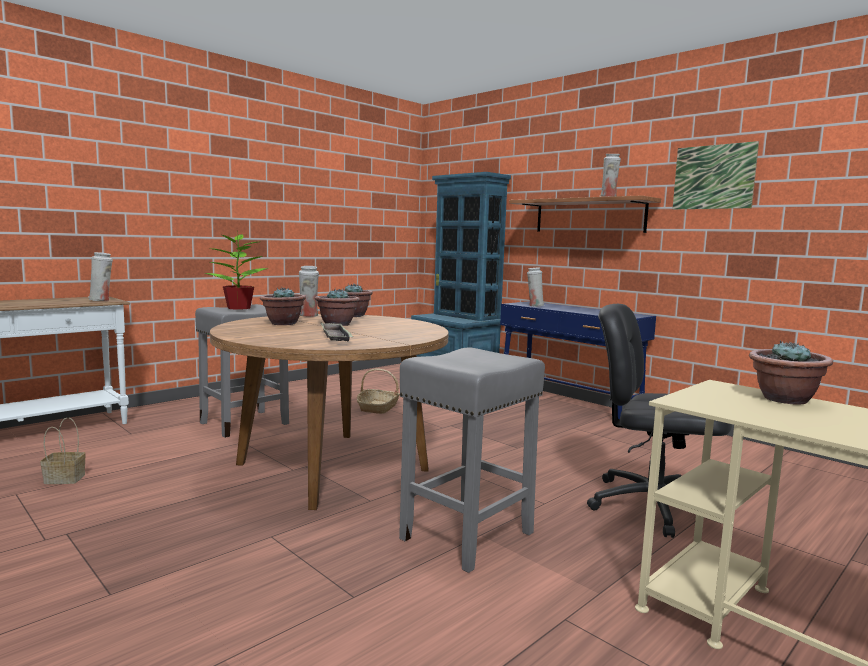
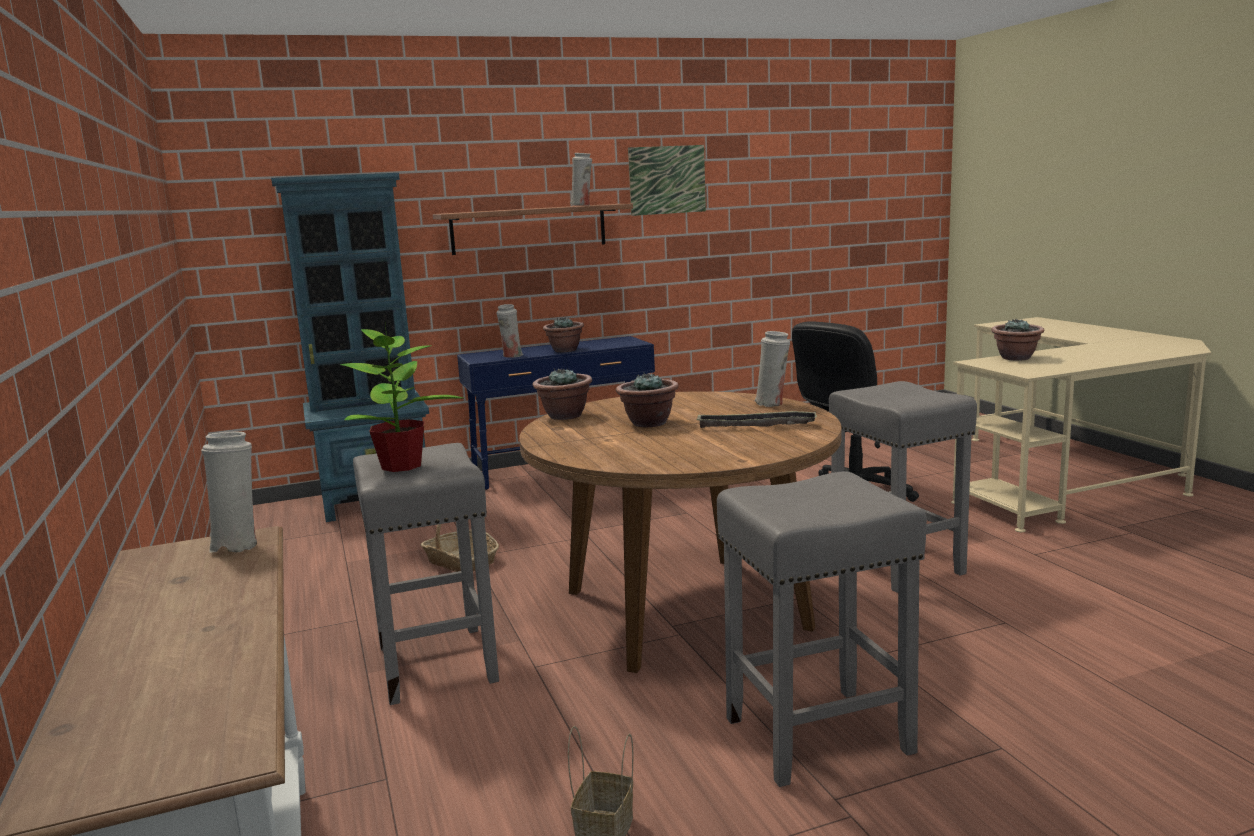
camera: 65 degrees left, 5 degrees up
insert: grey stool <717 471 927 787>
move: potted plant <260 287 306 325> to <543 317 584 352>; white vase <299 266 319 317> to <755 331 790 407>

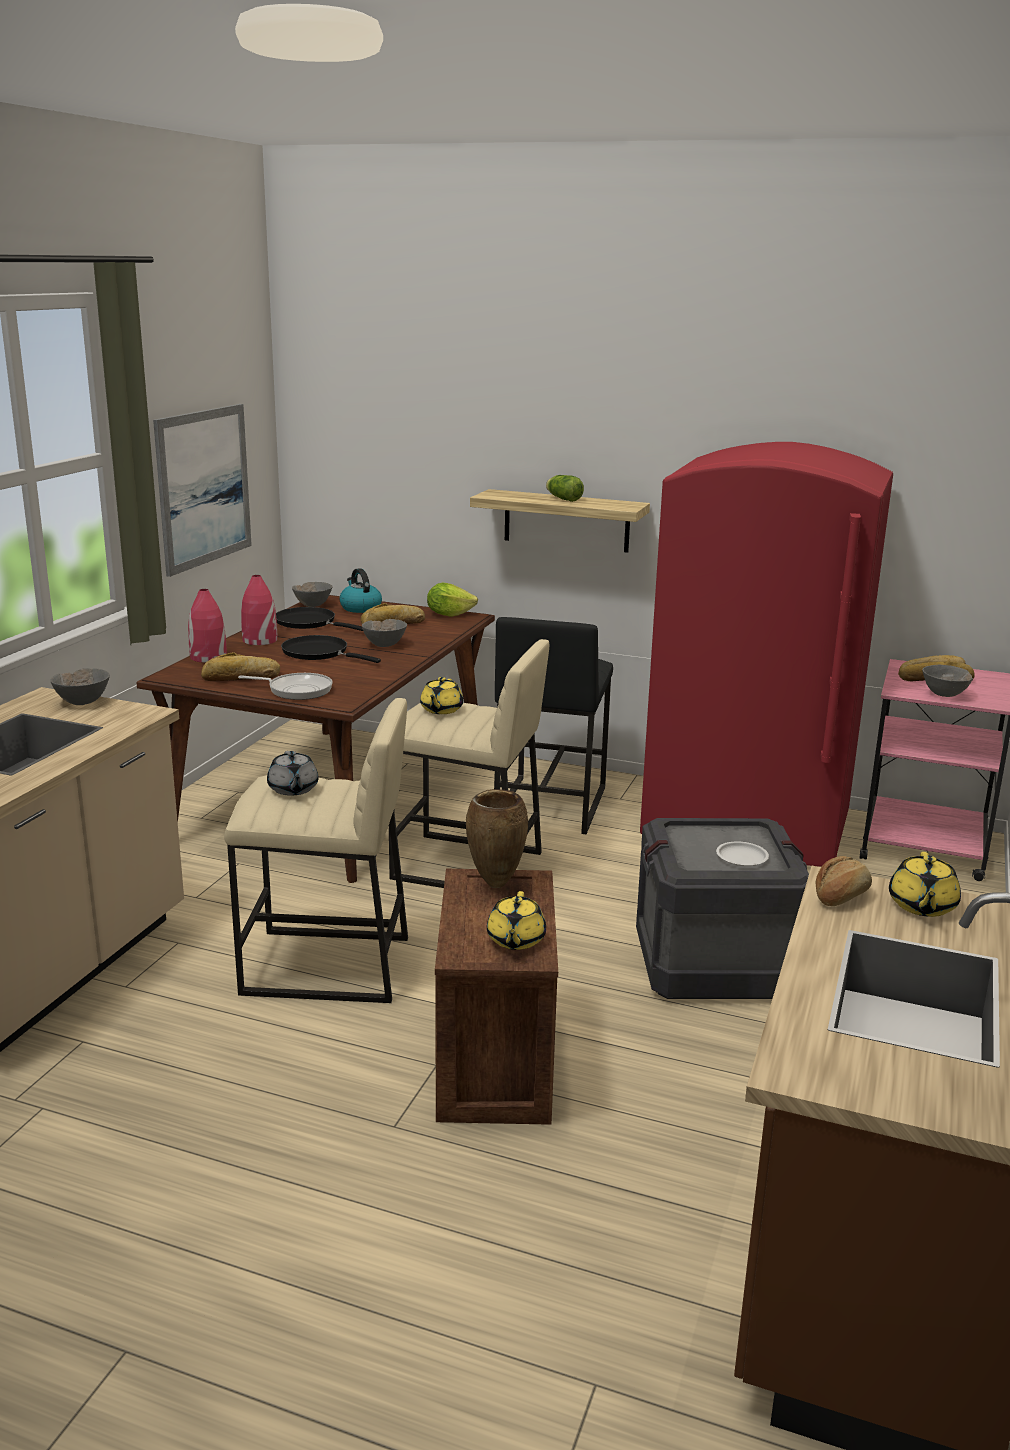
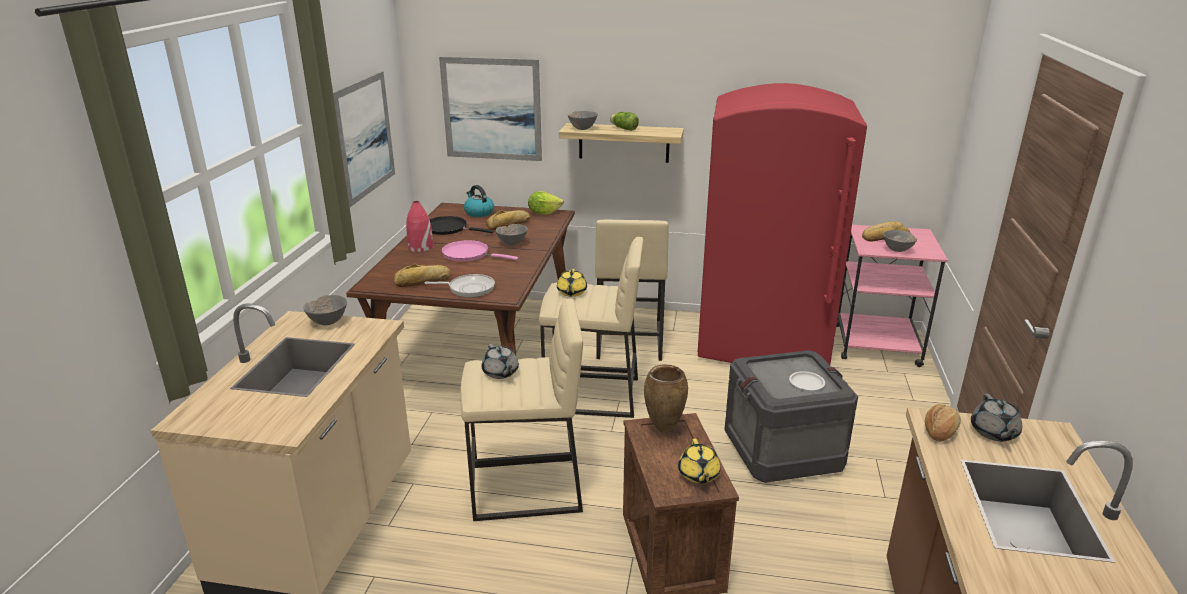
camera: 10 degrees left, 5 degrees up
delete: red vase <188 589 227 663>
insert: picture <439 56 542 161>
move: grey bowl <292 582 333 607> to <568 111 598 130>
recolor: black frying pan <281 635 381 663> to pink frying pan <441 240 518 262>; black stool <494 617 613 835> to beige stool <595 220 669 361>; yellow teapot <889 852 961 917> to grey teapot <971 394 1022 441>

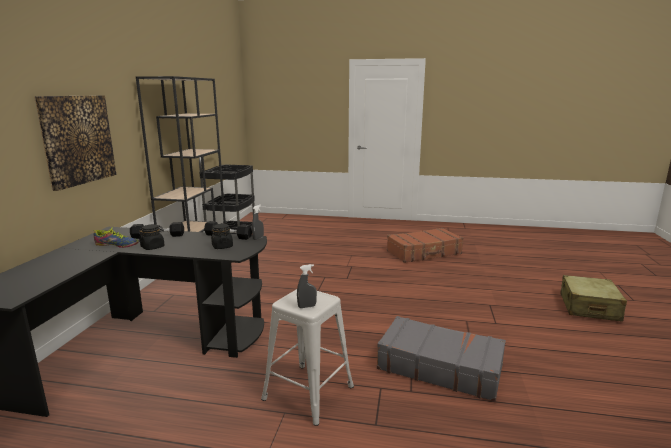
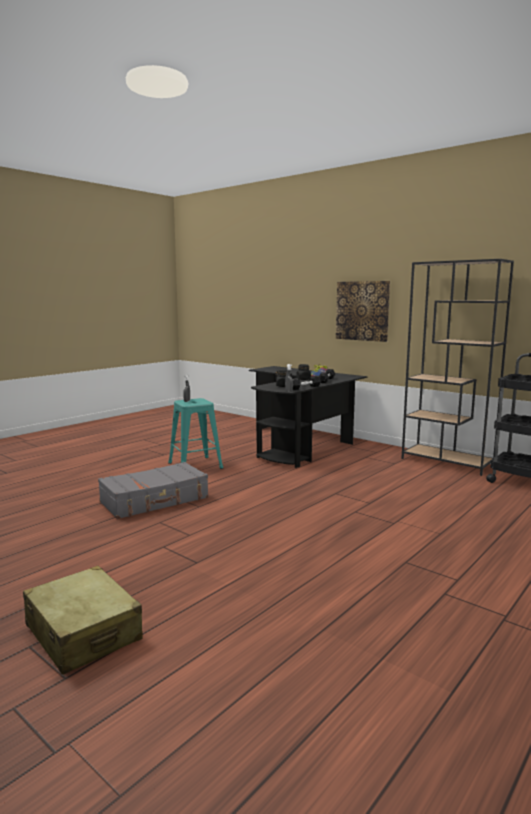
camera: 120 degrees right, 5 degrees down
delete: brown suitcase <387 228 463 263>
recolor: white stool <261 289 354 426> to turquoise stool <168 398 223 469>

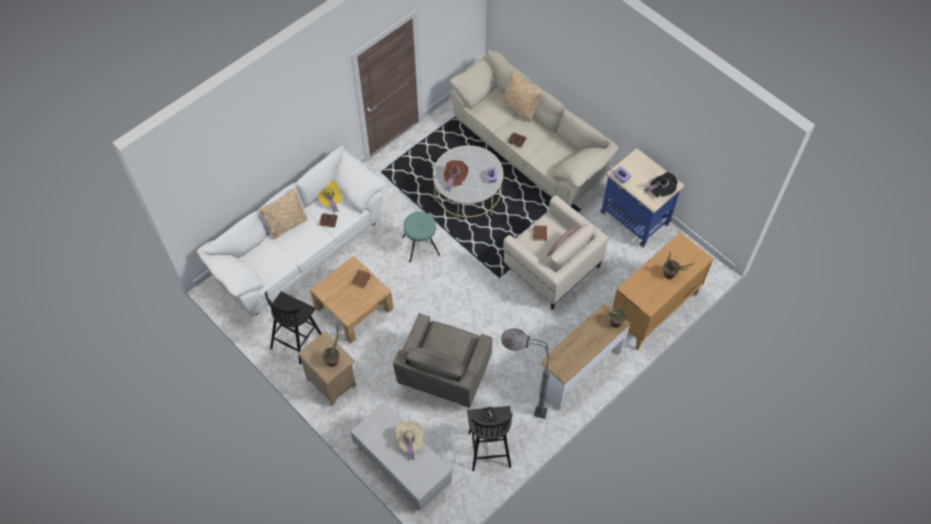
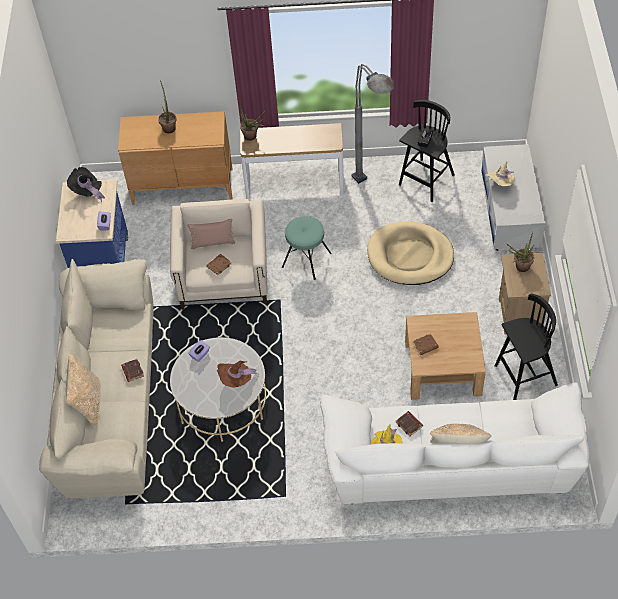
camera: 135 degrees left, 5 degrees down
move: turquoise stool <402 212 440 262> to <282 216 331 280>
replace: grey armchair <393 313 492 408> to beige dog bed <367 221 454 285>

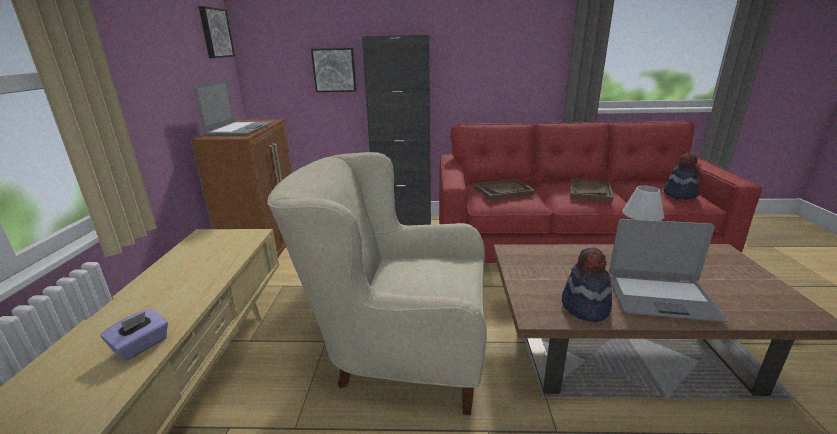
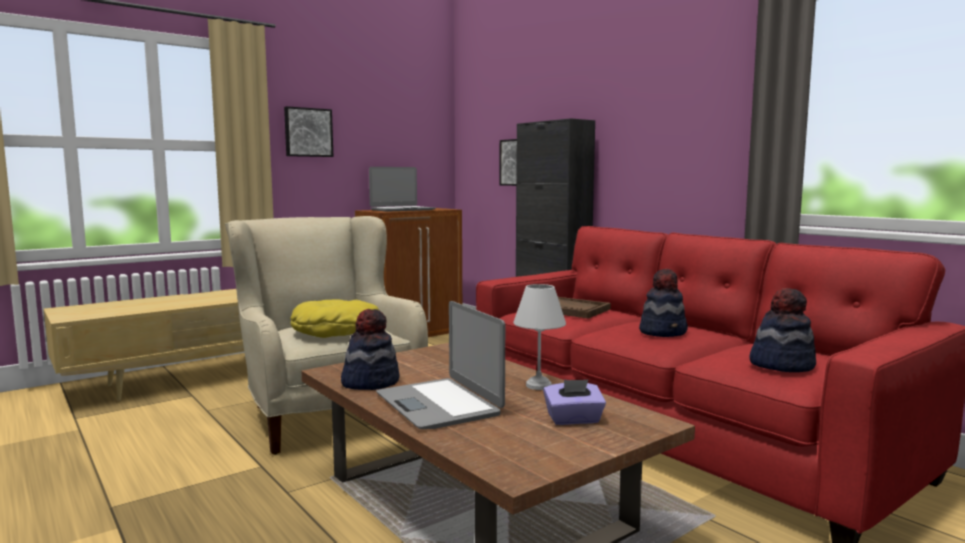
camera: 50 degrees right, 15 degrees down
insert: yellow pillow <290 299 379 338>
move: picture <199 6 235 58> to <284 106 333 157>; purple tissue box <101 309 168 361> to <543 379 606 425>
replace: brown tray <570 178 614 202> to hat <639 269 688 337>

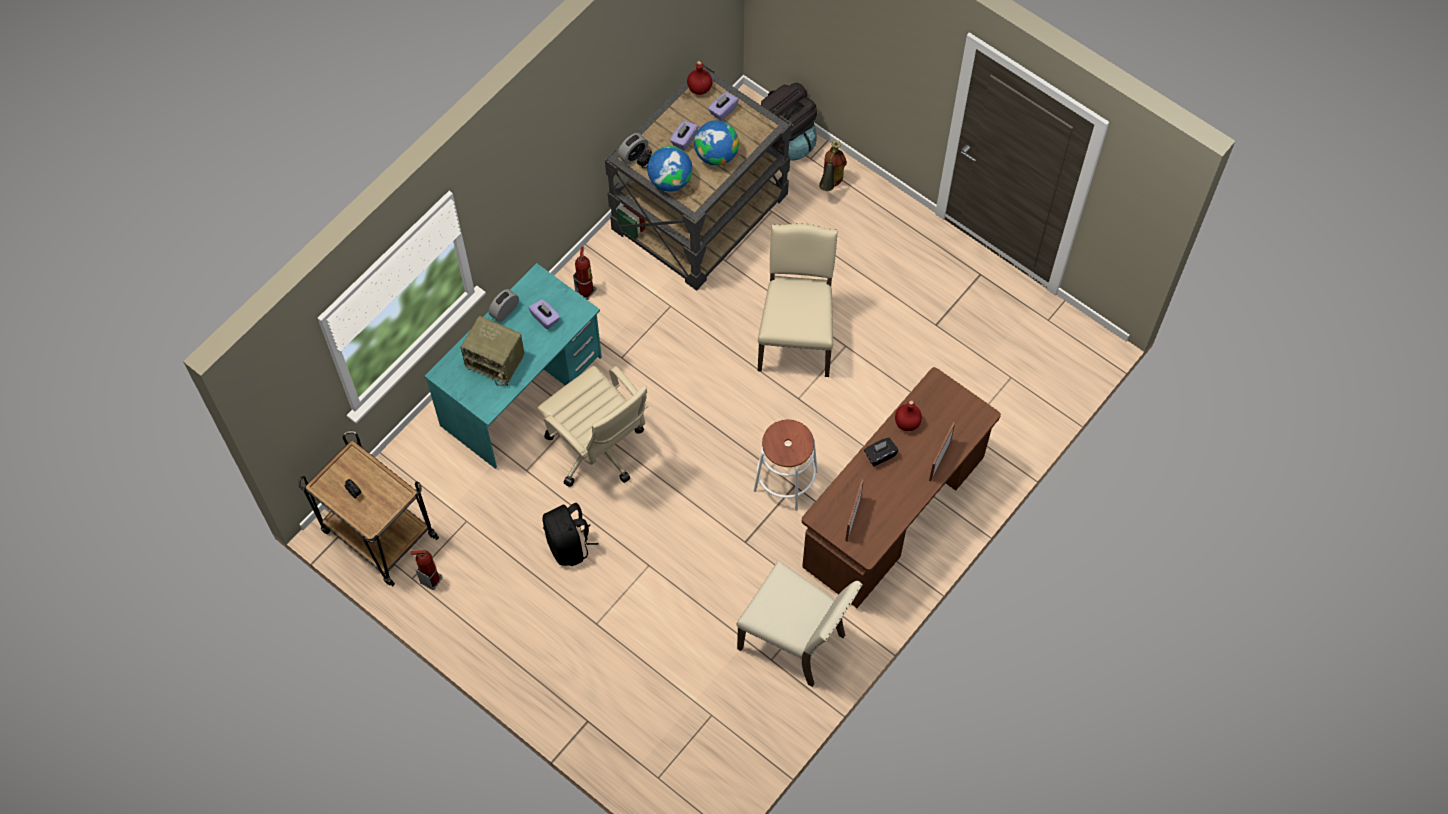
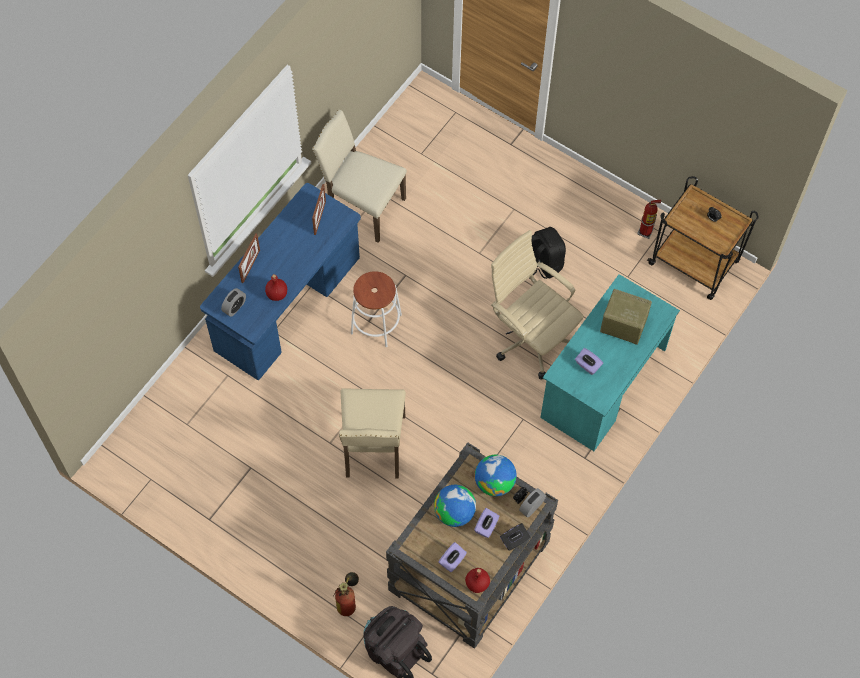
camera: 175 degrees right, 0 degrees up
delete: fire extinguisher <573 247 597 300>
move: alarm clock <489 289 519 322> to <221 288 246 317>; black tissue box <864 438 898 466> to <500 523 530 551>
recolor: brown desk <801 367 1001 608> to blue desk <200 183 361 380>

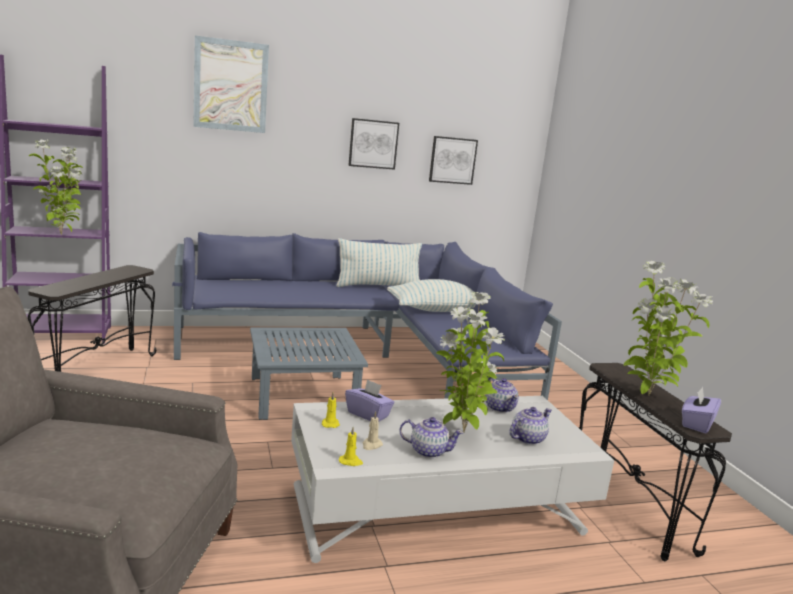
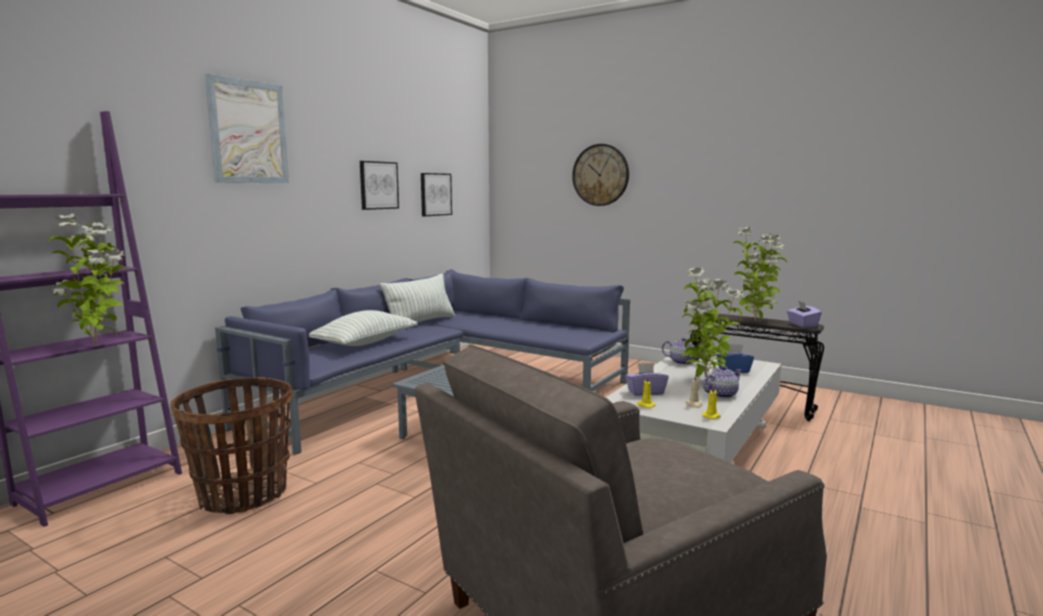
camera: 40 degrees left, 5 degrees down
insert: wall clock <572 144 629 206>
move: pillow <387 279 476 312> to <309 310 417 346>
replace: black side table <28 265 156 372> to basket <170 377 293 514>; teapot <509 407 552 445> to blue tissue box <716 344 754 373>

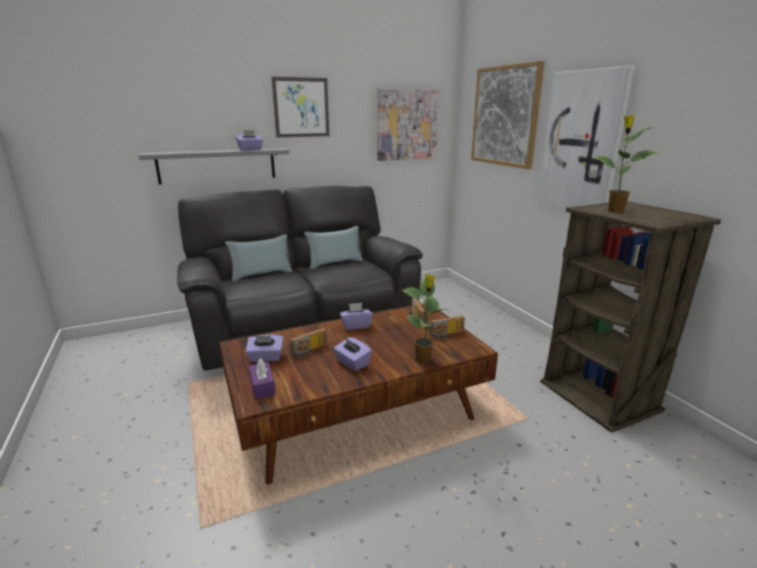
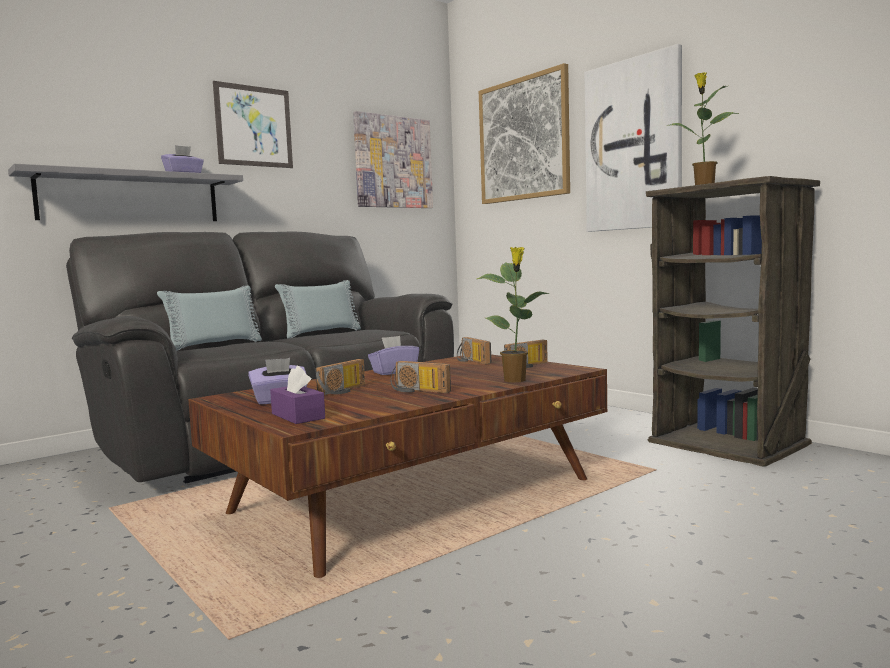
camera: 15 degrees left, 15 degrees down
replace: purple tissue box <334 337 372 371> to radio <391 361 451 393>

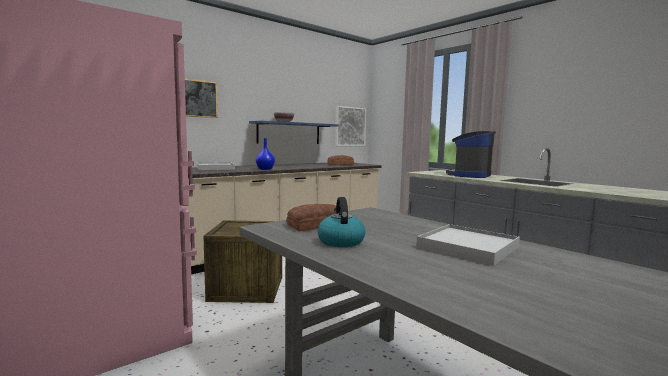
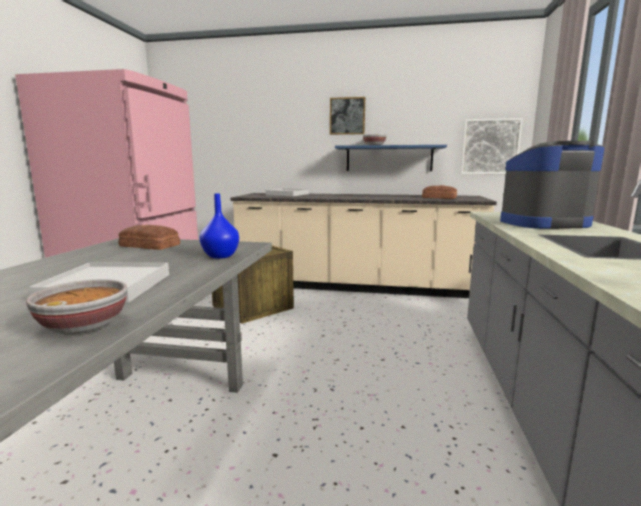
camera: 50 degrees right, 5 degrees up
delete: kettle <318 197 365 247>
insert: bowl <26 279 127 335>
move: blue vase <256 138 275 170> to <200 193 239 259>; picture <185 79 218 118> to <330 97 365 135>

